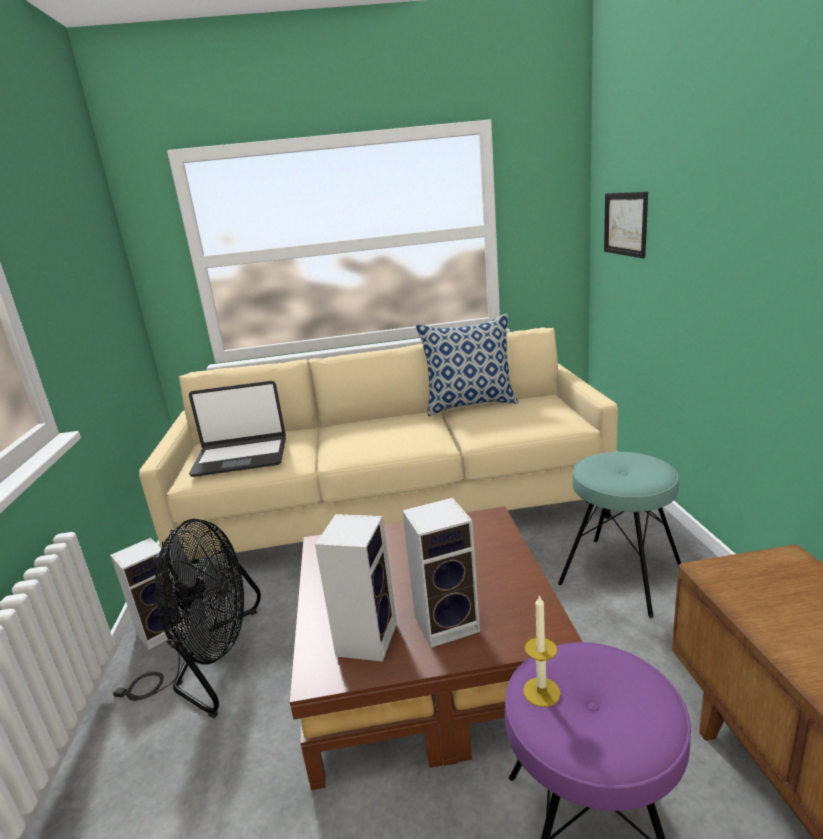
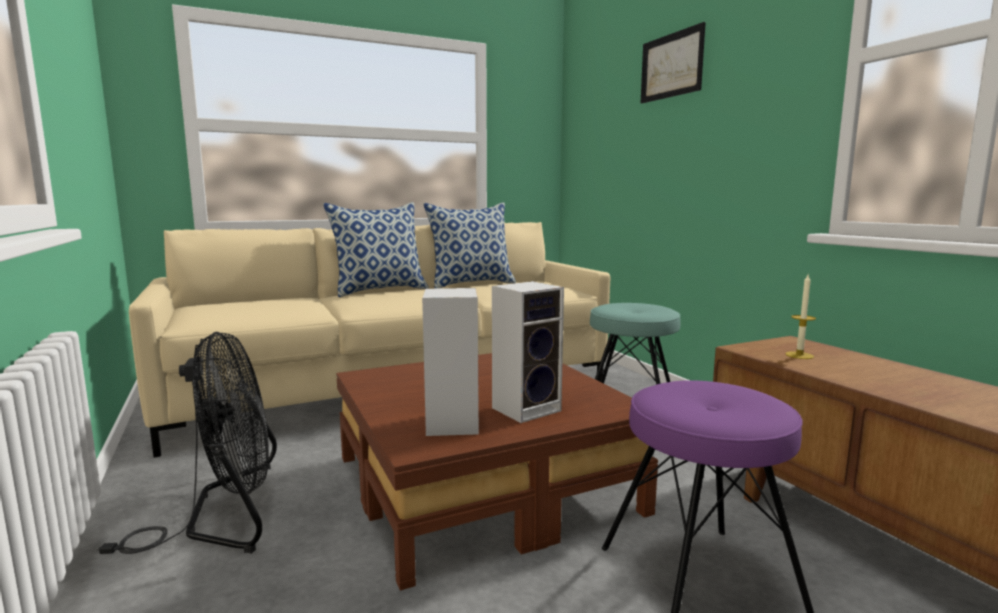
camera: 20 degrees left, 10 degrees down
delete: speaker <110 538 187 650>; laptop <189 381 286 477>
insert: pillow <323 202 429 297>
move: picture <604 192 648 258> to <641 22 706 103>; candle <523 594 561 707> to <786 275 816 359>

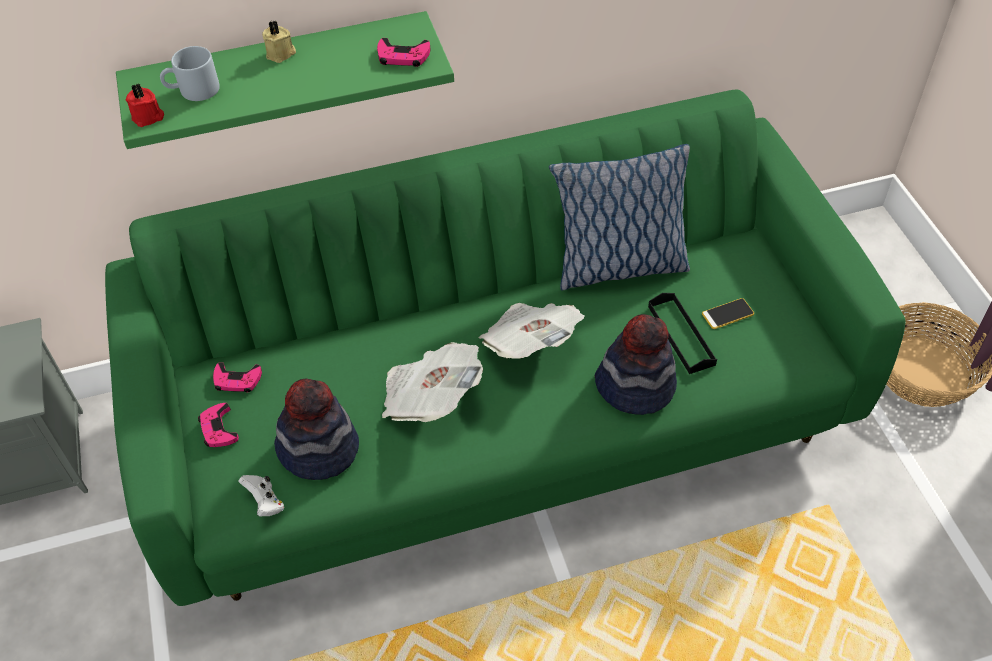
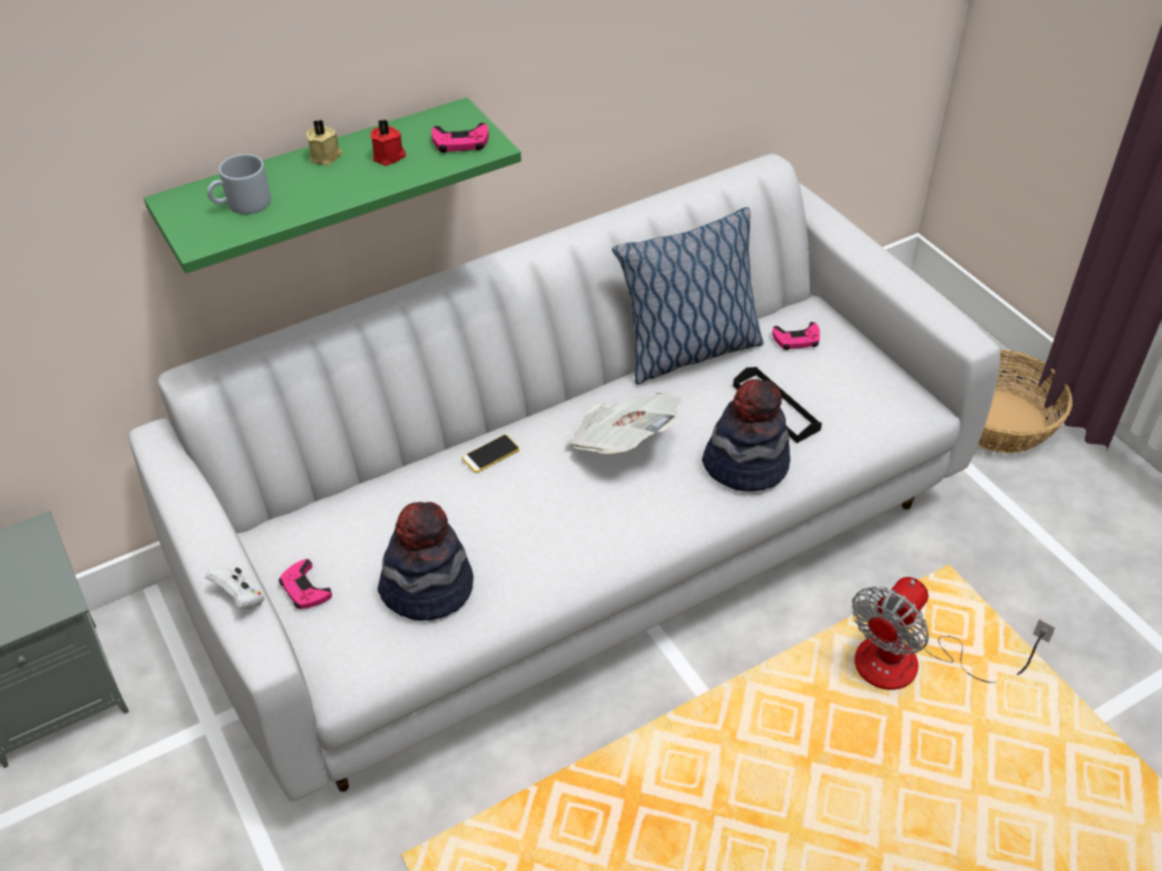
camera: 15 degrees left, 5 degrees down
delete: newspaper <382 342 483 422>
insert: fan <852 577 1055 690>
move: white game controller <239 475 284 516> to <205 568 265 609>; red candle <126 83 164 127> to <371 120 406 166>; phone <702 298 754 329> to <462 435 519 473>; pink game controller <213 362 262 393> to <772 322 820 350>
recolor: green sofa <105 90 906 606> to white sofa <129 154 1001 801>

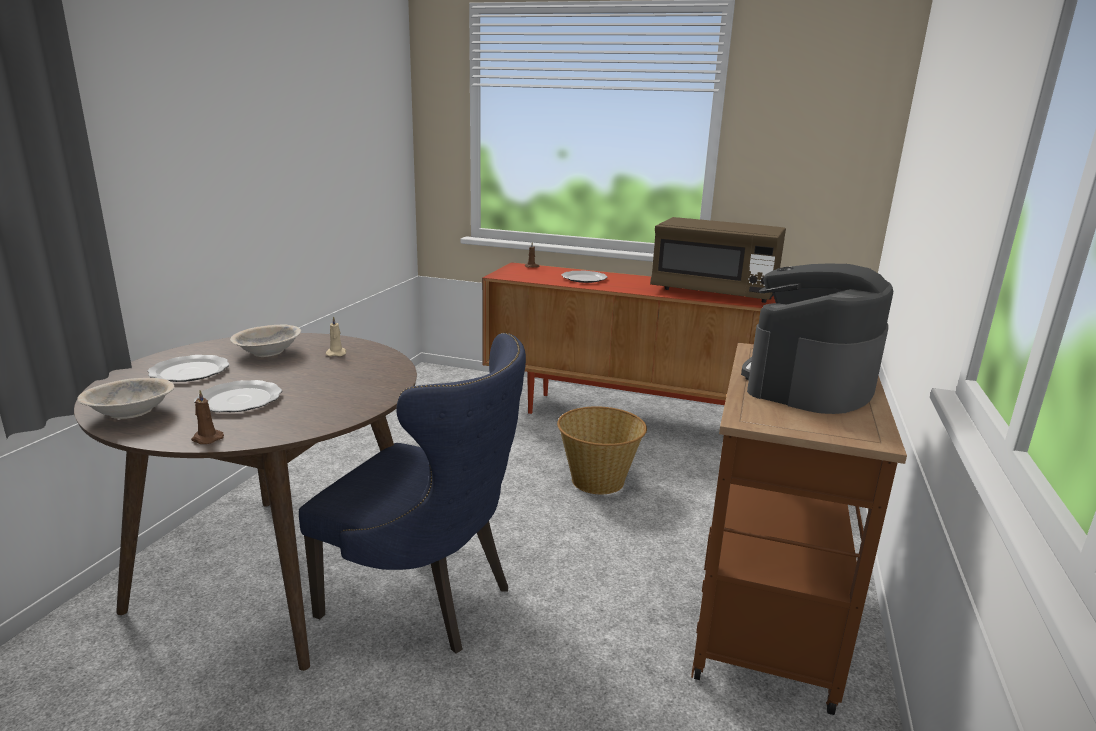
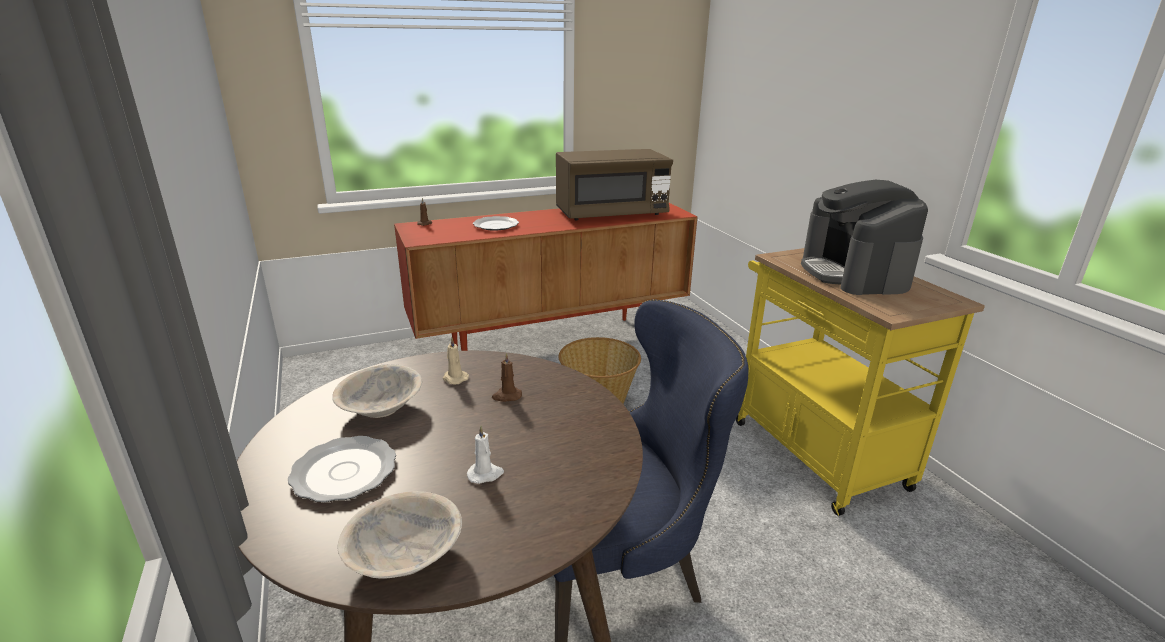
camera: 40 degrees left, 5 degrees up
move: brown candle <191 390 224 444> to <492 353 522 402>
replace: plate <194 380 282 412> to white candle <467 426 504 484>
recolor: brown cart <691 343 907 715> to yellow cart <736 248 985 516>

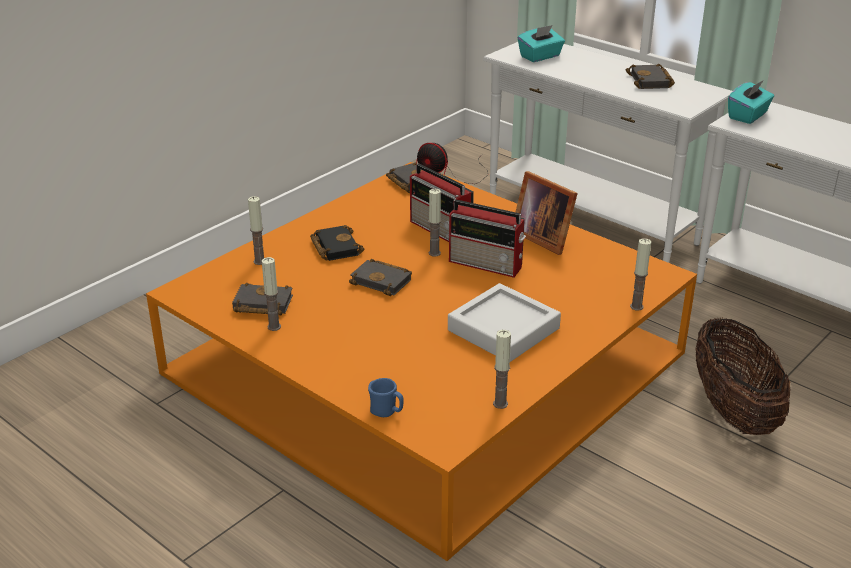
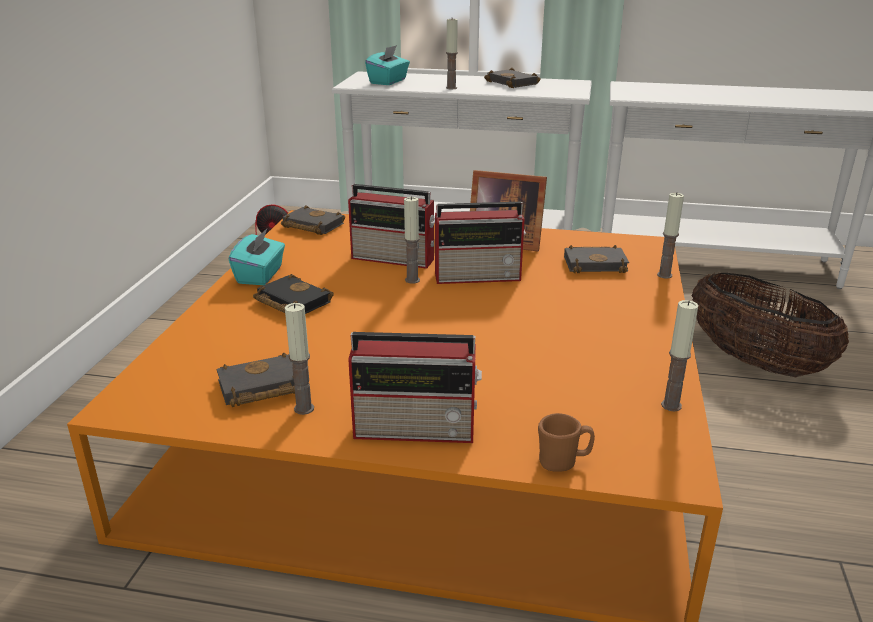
camera: 30 degrees left, 5 degrees down
delete: grey tray <448 283 561 362>
insert: radio <348 332 482 443>
move: turquoise tissue box <728 80 774 124> to <229 229 285 285>; candle <248 196 264 265> to <446 19 458 89>; black book <349 259 412 296> to <564 245 629 273>
recolor: blue mug <368 378 404 417> to brown mug <538 413 595 472>

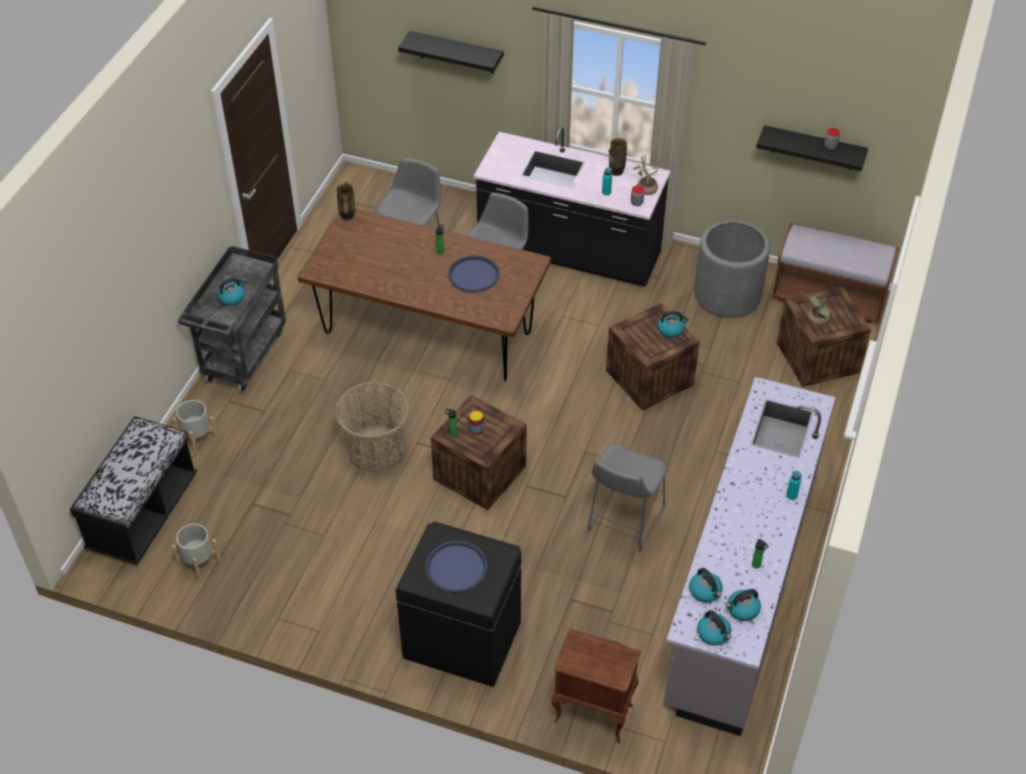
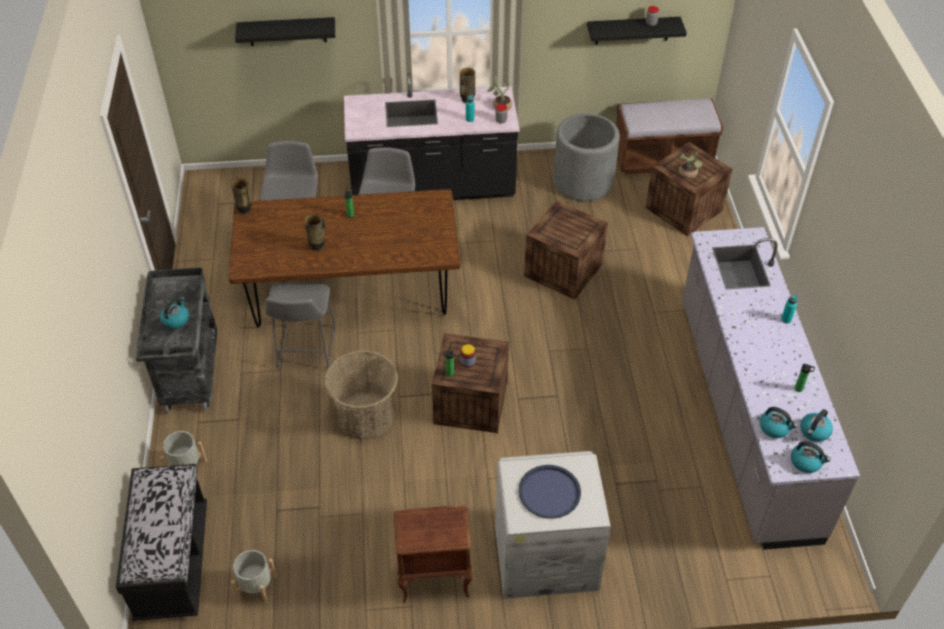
camera: 25 degrees left, 0 degrees up
delete: blue tray <448 255 500 292>; kettle <657 311 689 338>
insert: vase <303 214 325 251>
move: grey stool <587 444 668 552> to <265 283 336 369>; brown nightstand <551 629 641 744> to <394 505 472 603>
recolor: black washing machine <396 522 521 687> to white washing machine <495 451 611 599>

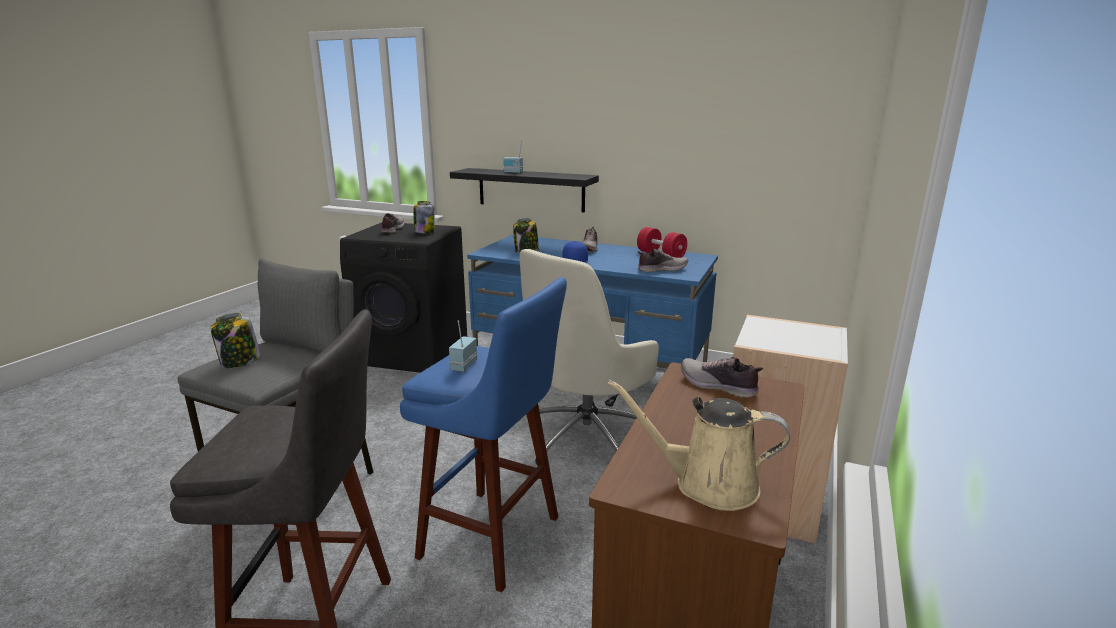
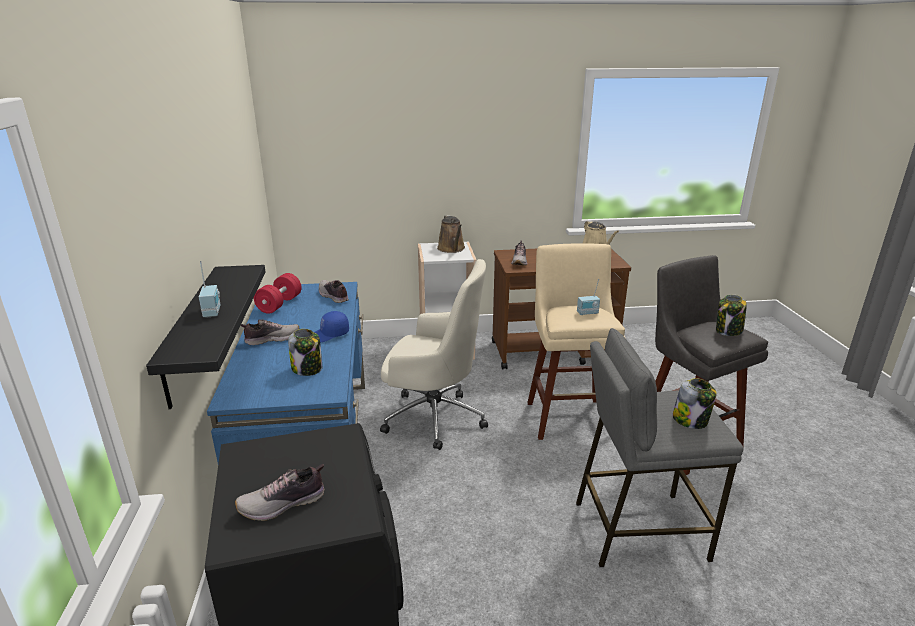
camera: 120 degrees left, 5 degrees up
insert: brown watering can <437 215 465 253>
move: jar <414 201 435 233> to <716 295 747 336>
recolor: blue stool <400 277 567 593> to beige stool <527 243 625 440>

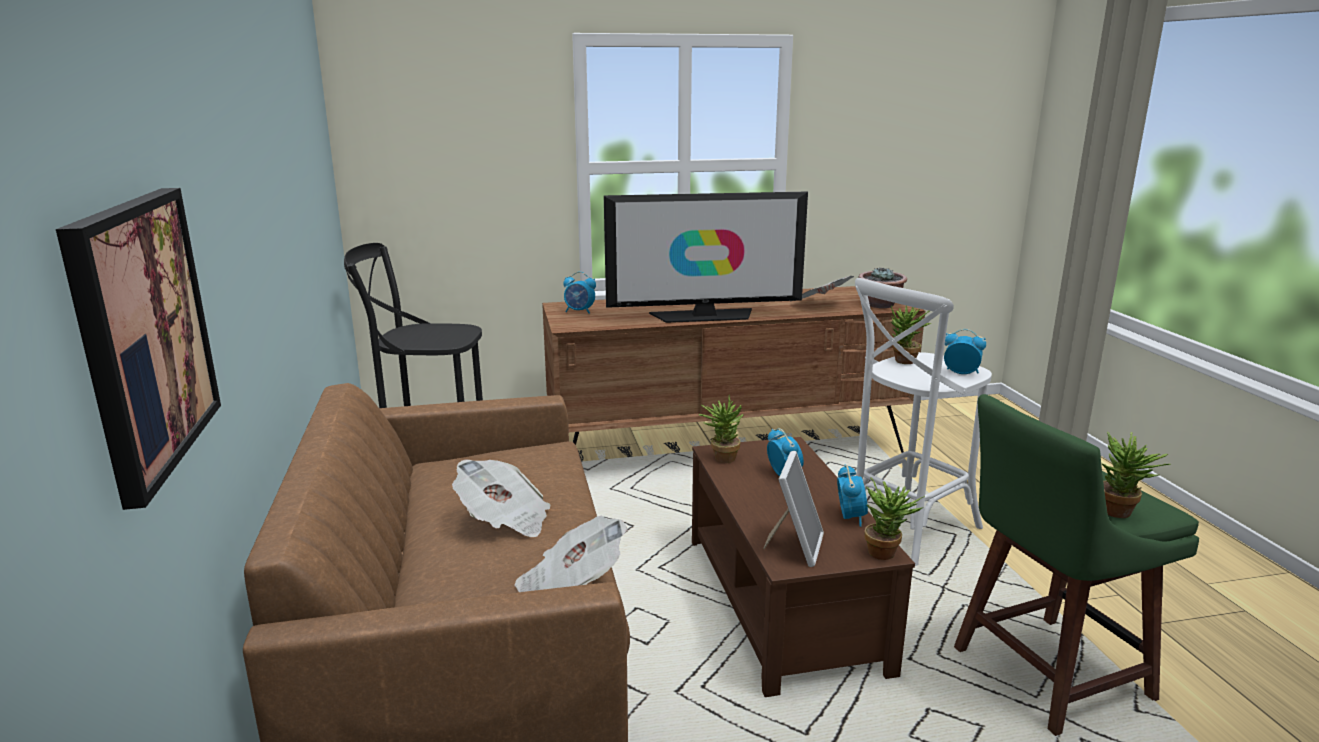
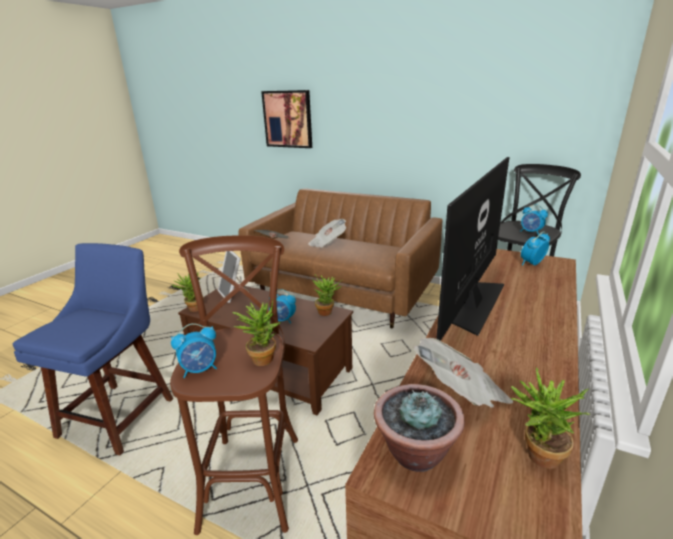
camera: 130 degrees right, 5 degrees up
move: potted plant <1101 432 1170 518> to <511 368 590 469>; alarm clock <837 464 868 527> to <520 204 548 235>
recolor: green stool <954 394 1199 736> to blue stool <12 243 173 455>; white stool <855 278 992 566> to brown stool <170 235 298 535>

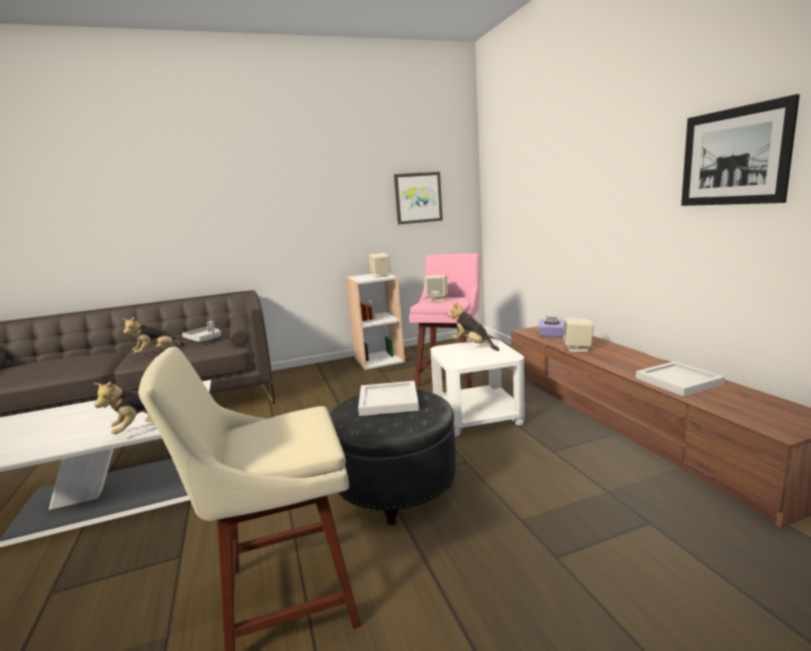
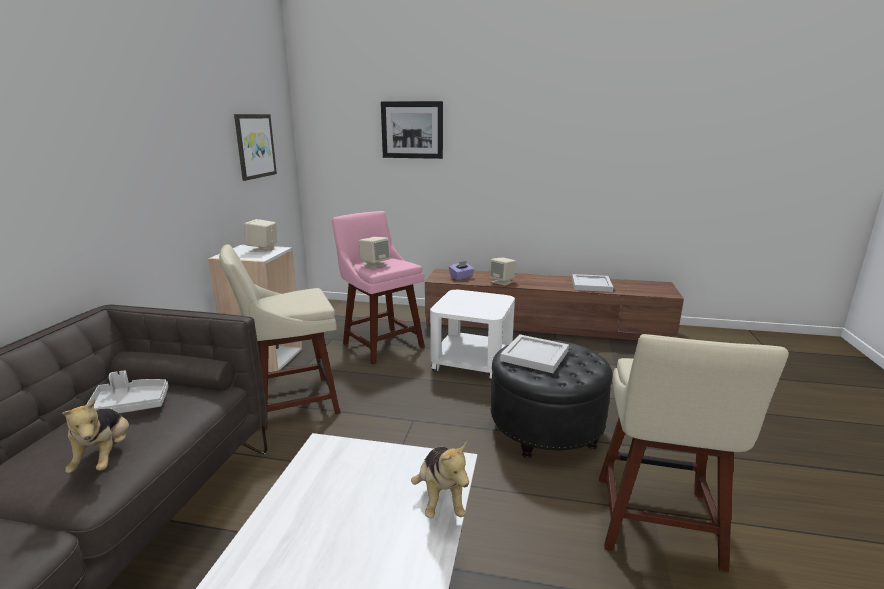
camera: 60 degrees left, 5 degrees up
delete: plush toy <448 301 499 351>
insert: beige stool <219 244 340 430>
move: picture <681 94 800 206> to <381 101 443 159>

